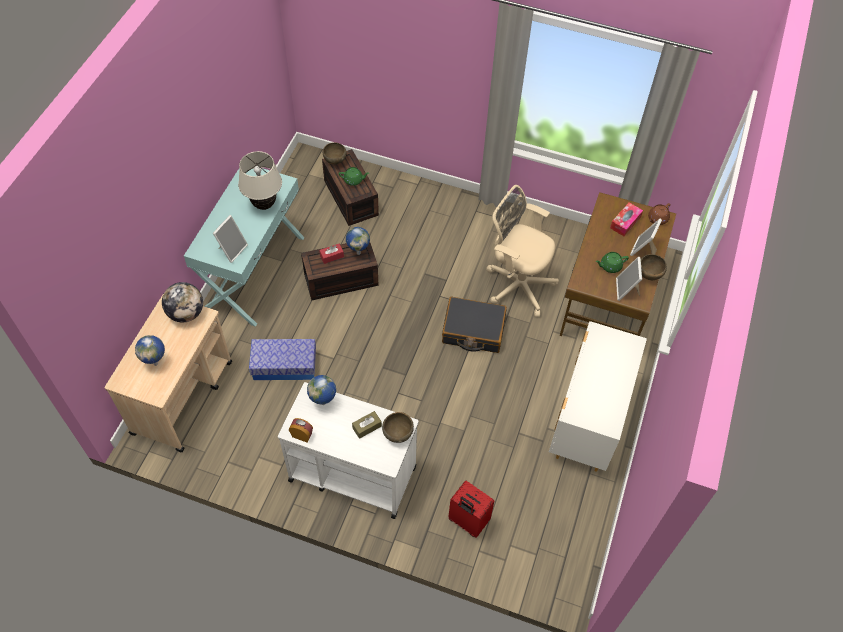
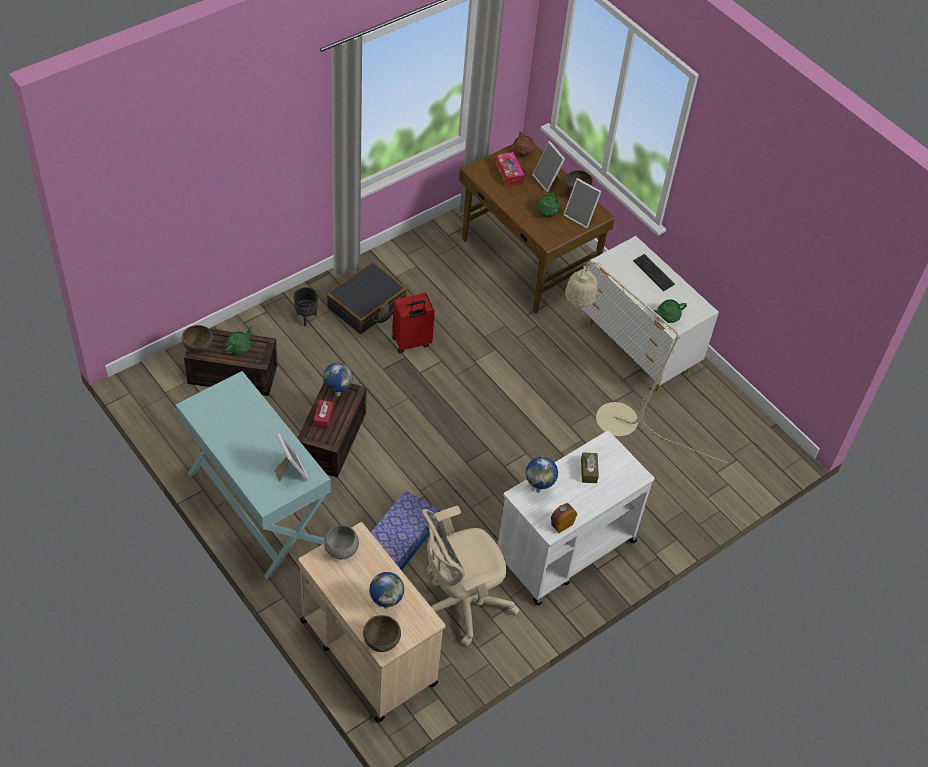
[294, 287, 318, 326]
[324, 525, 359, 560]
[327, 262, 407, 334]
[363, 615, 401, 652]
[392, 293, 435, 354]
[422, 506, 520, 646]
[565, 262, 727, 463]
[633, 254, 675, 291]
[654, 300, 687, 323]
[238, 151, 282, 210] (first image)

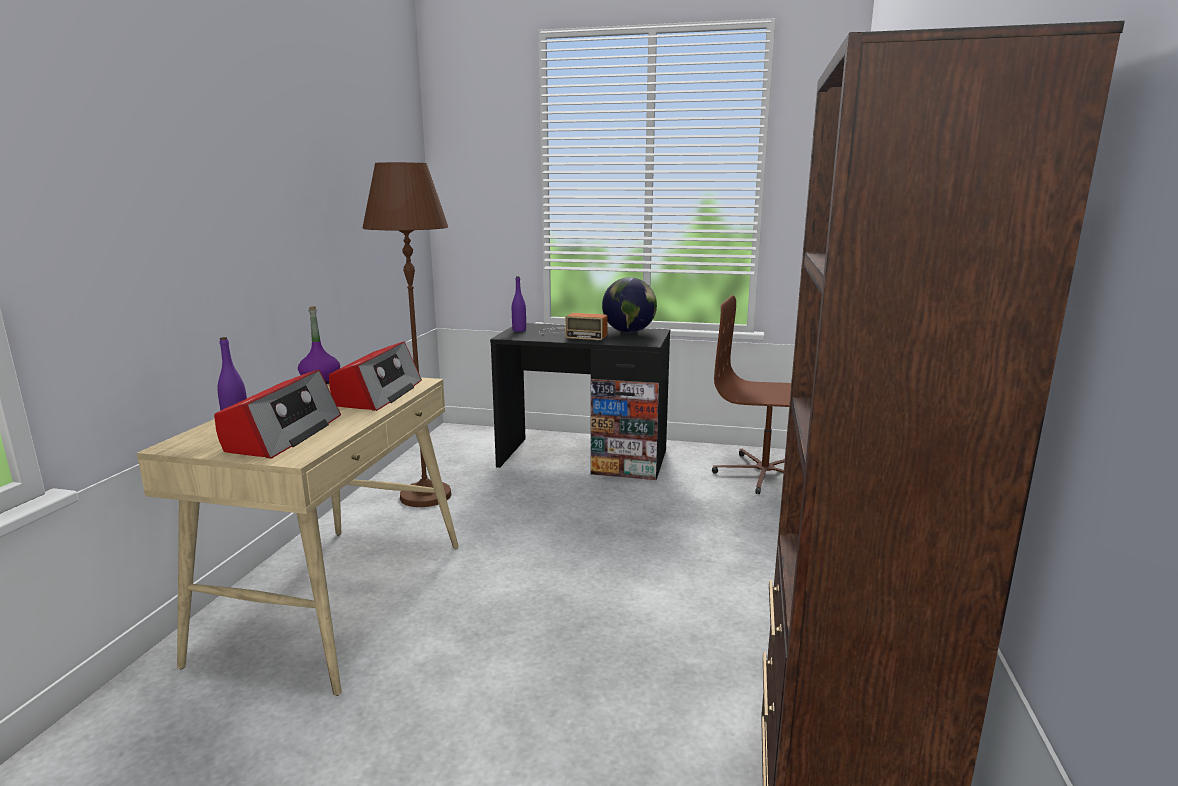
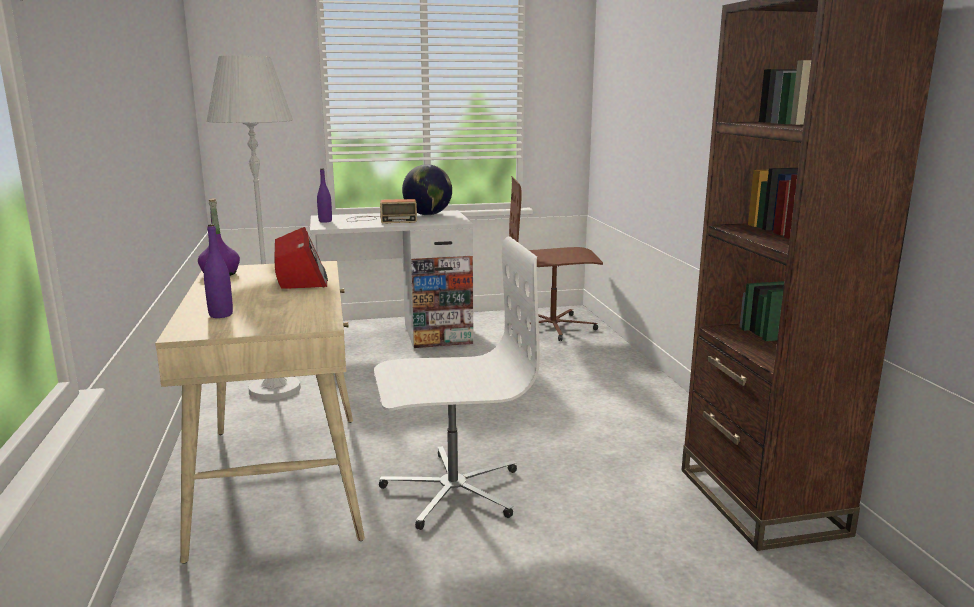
[207, 56, 301, 400]
[310, 210, 473, 348]
[374, 236, 540, 530]
[214, 370, 341, 459] (first image)

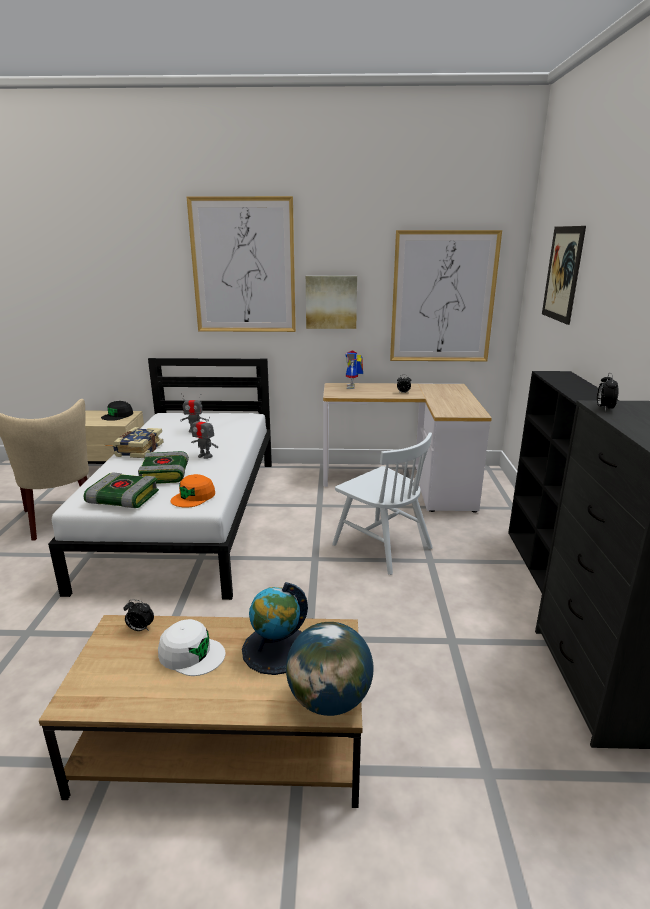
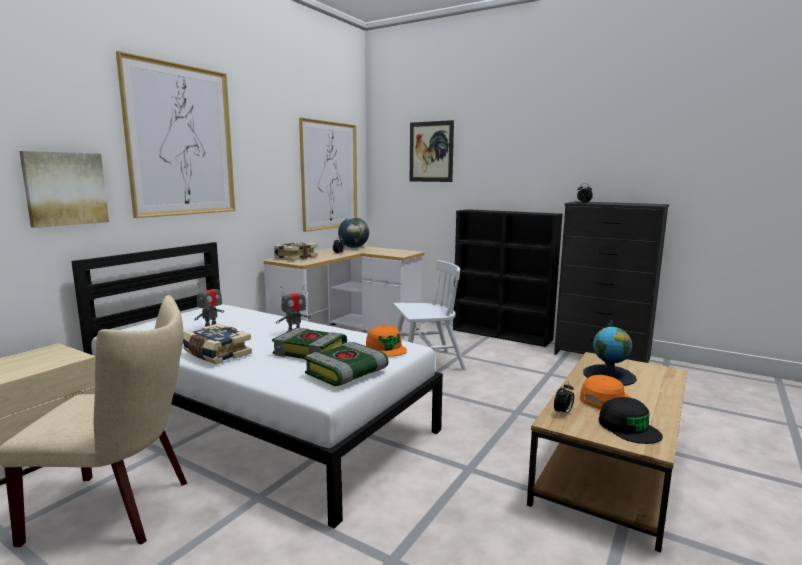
[19, 151, 109, 228]
[274, 242, 318, 261]
[338, 217, 369, 248]
[580, 375, 631, 409]
[599, 397, 663, 444]

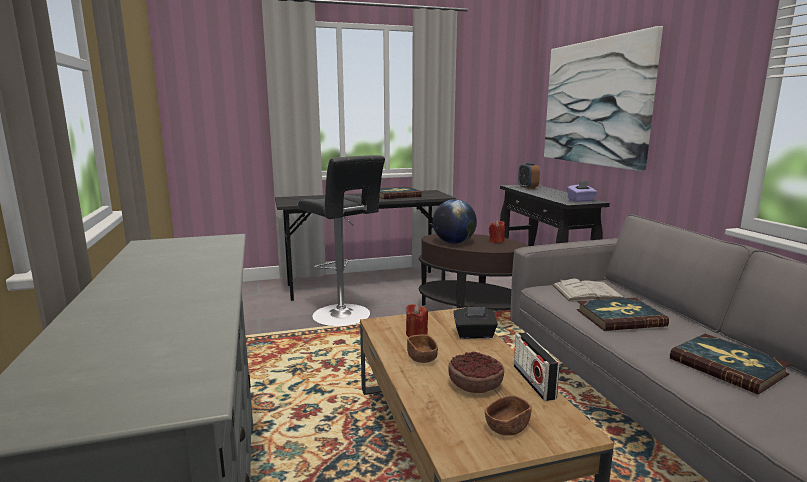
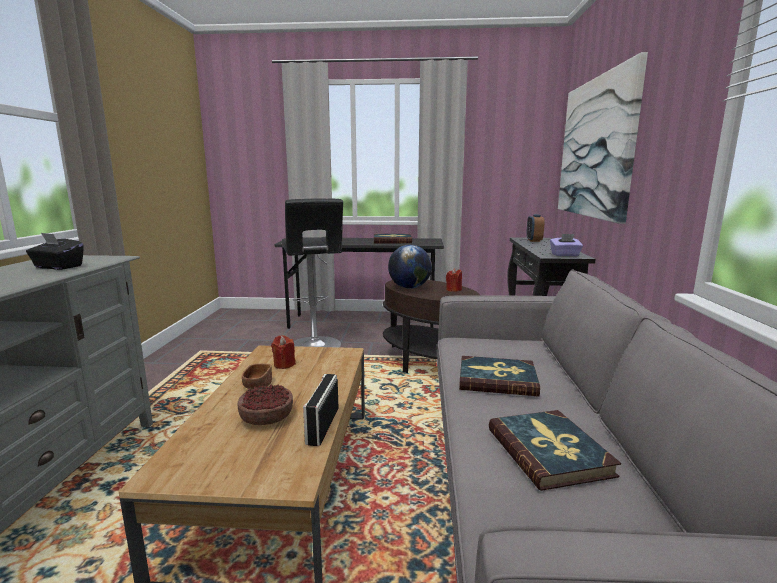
[26, 233, 84, 270]
[485, 395, 532, 436] (first image)
[553, 279, 625, 300] (first image)

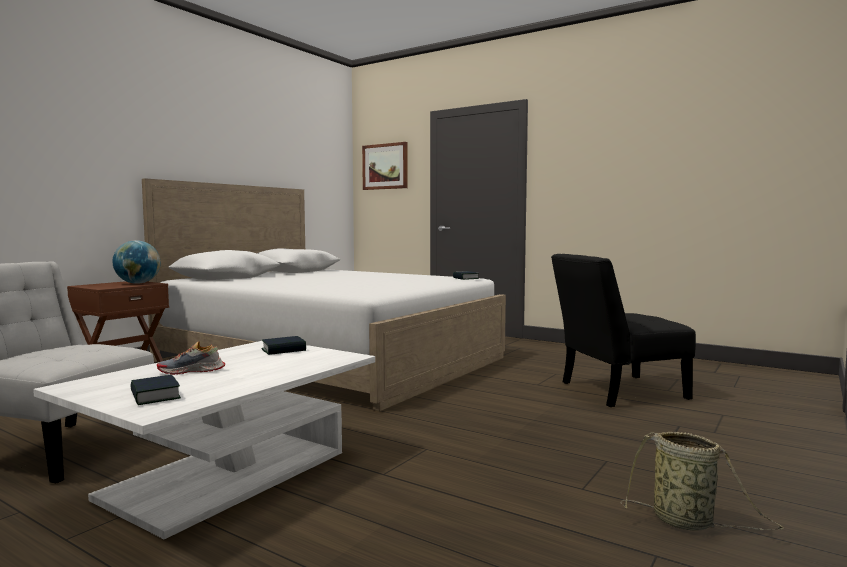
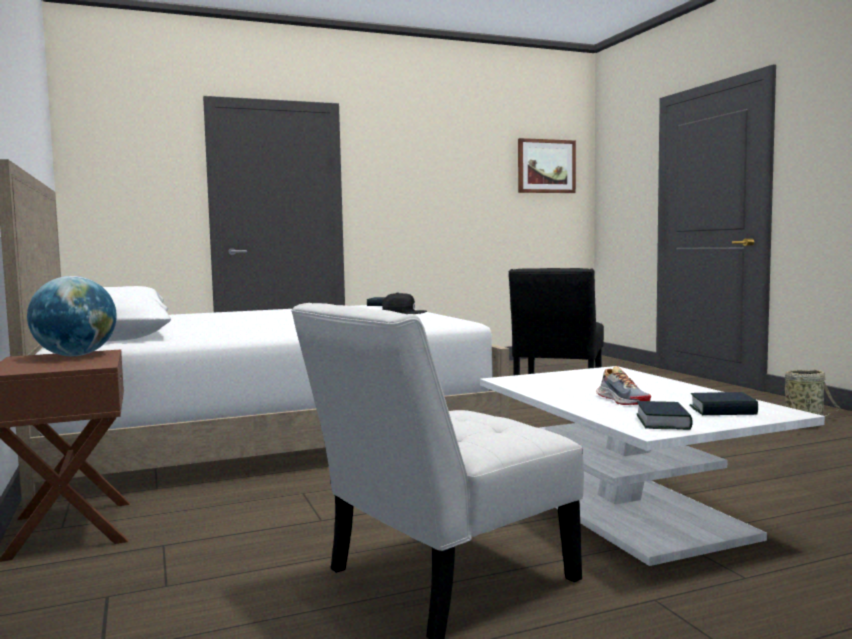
[382, 293, 427, 314]
[518, 138, 576, 193]
[596, 366, 651, 405]
[636, 401, 693, 430]

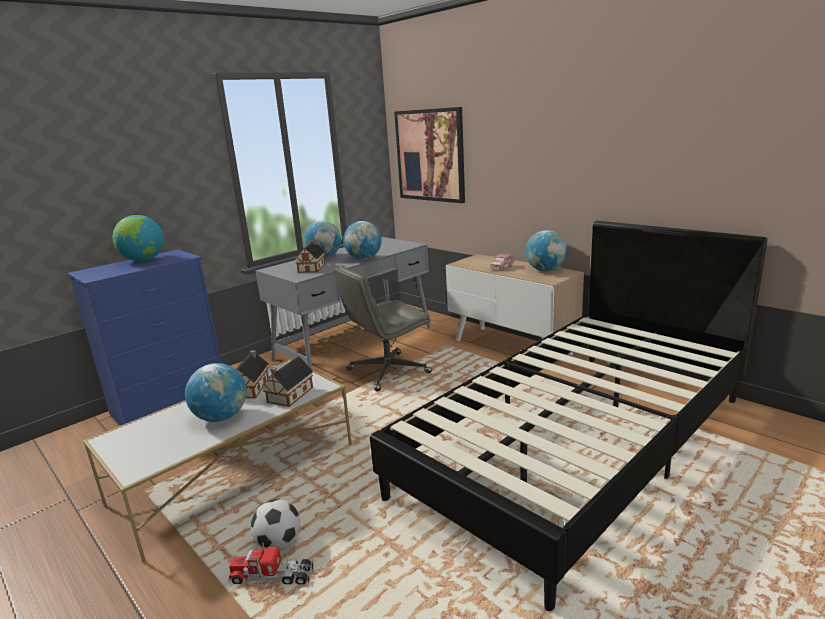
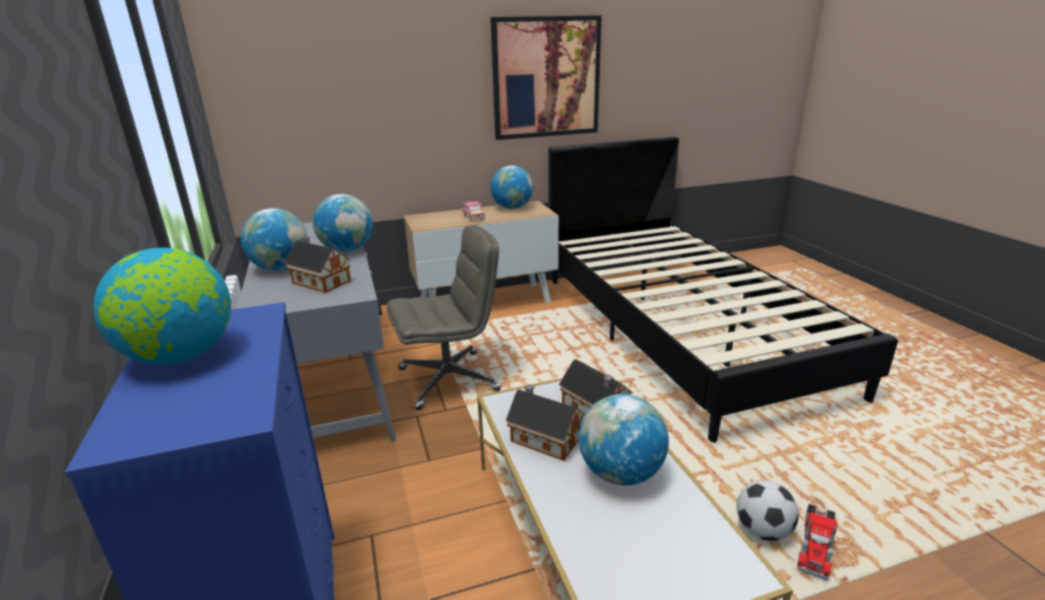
[387, 225, 501, 410]
[491, 15, 602, 140]

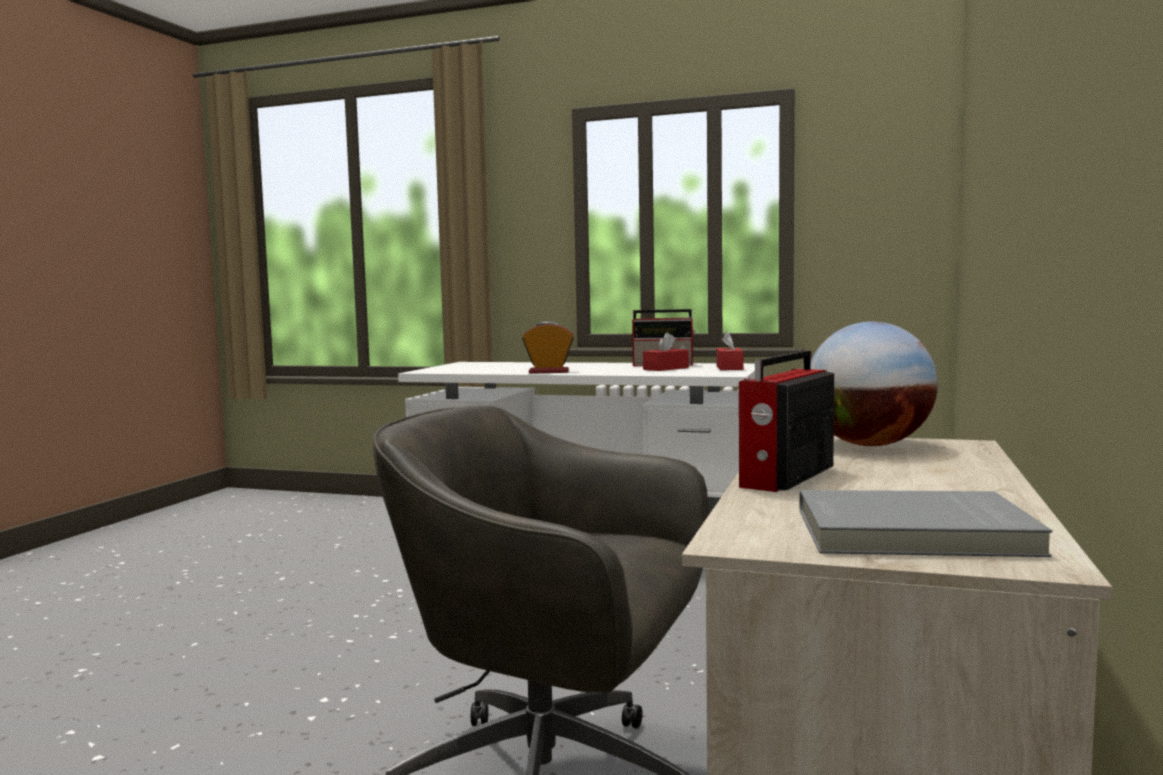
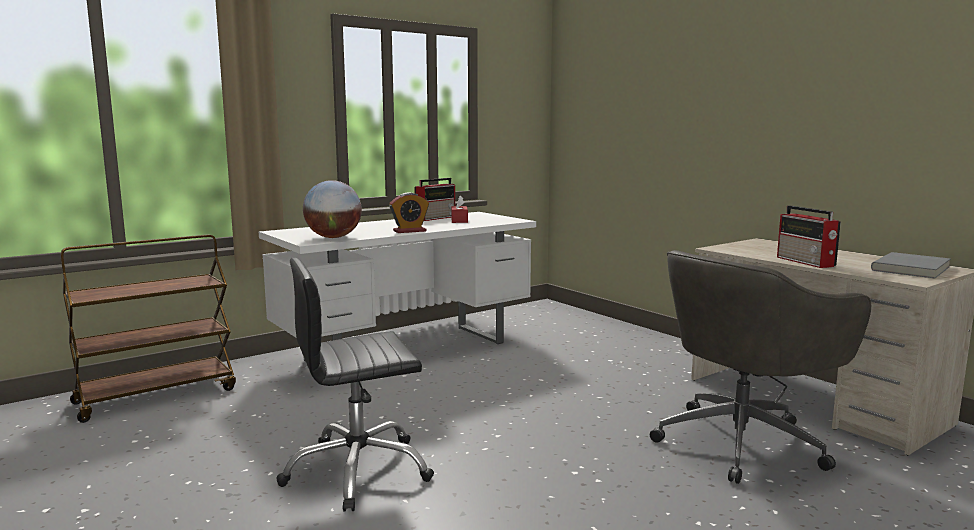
[61, 235, 236, 423]
[276, 258, 434, 512]
[303, 180, 362, 238]
[389, 192, 429, 233]
[716, 331, 743, 370] (first image)

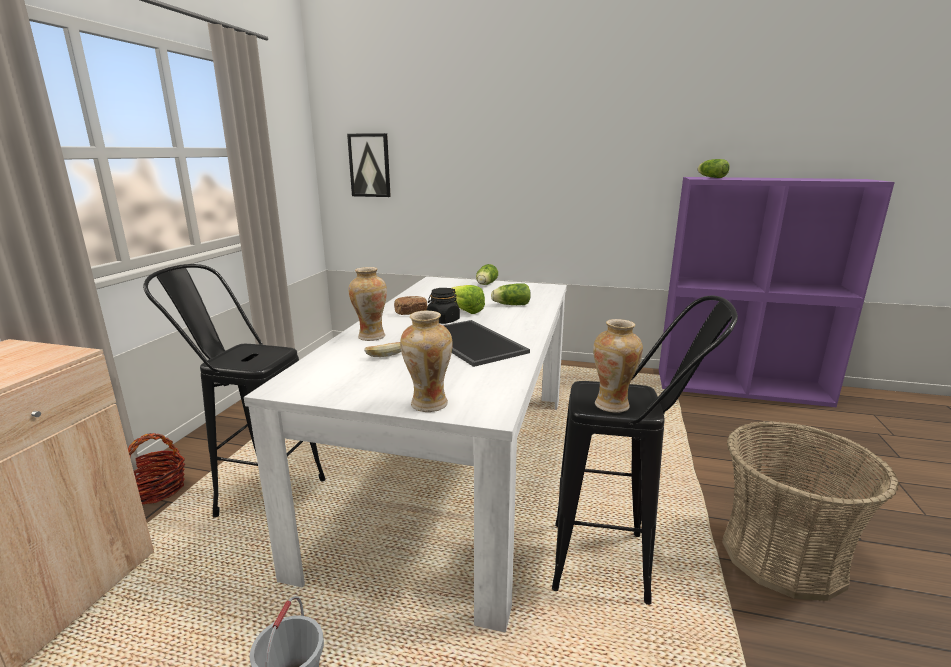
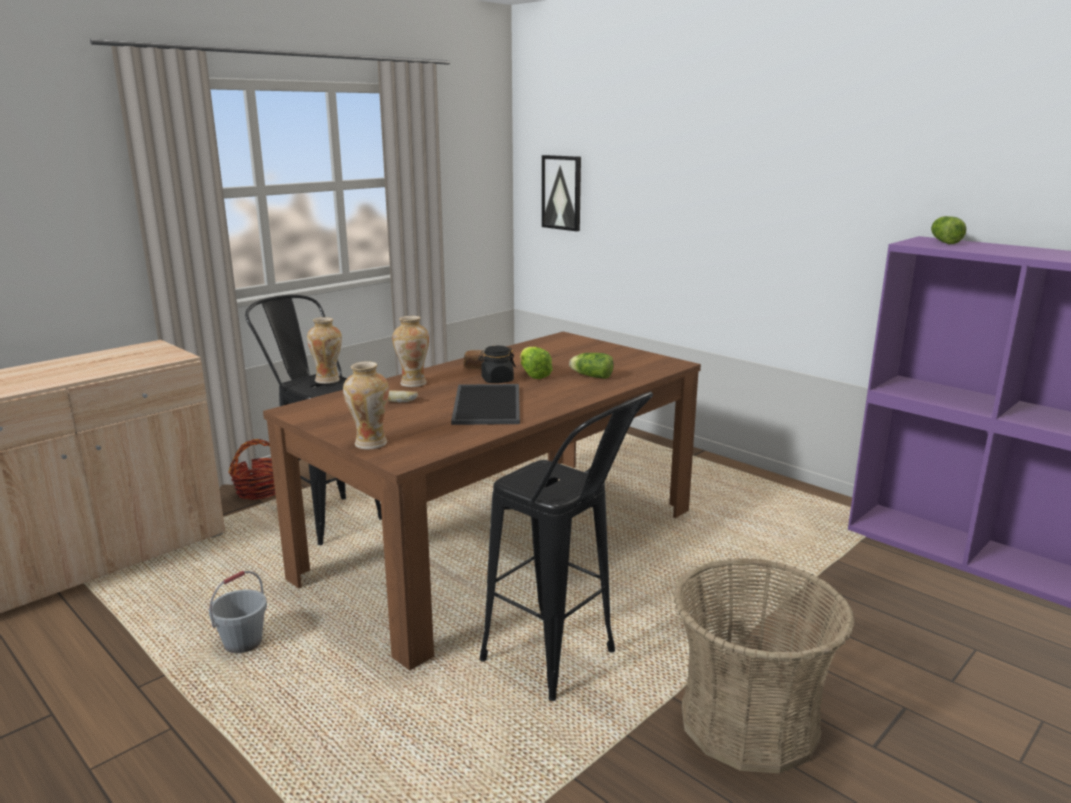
[263, 332, 701, 671]
[307, 317, 342, 384]
[476, 264, 498, 285] (first image)

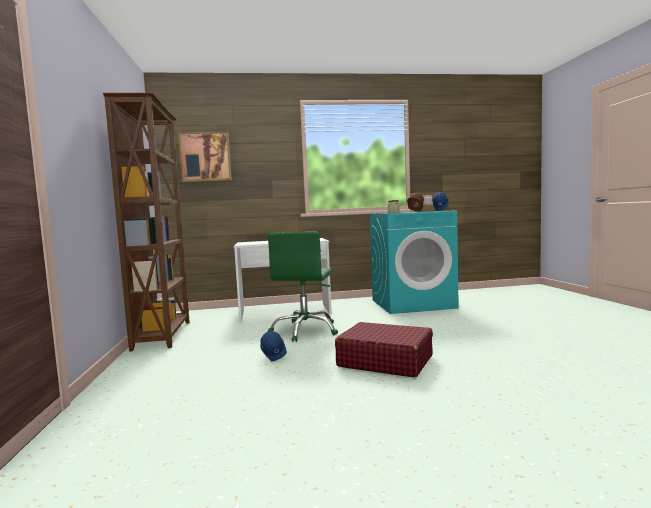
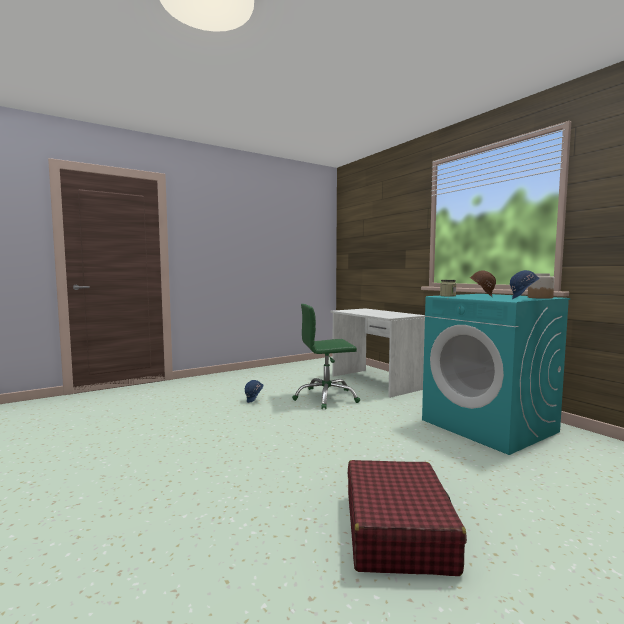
[348, 460, 467, 576]
[103, 93, 190, 352] (first image)
[178, 131, 232, 182] (first image)

